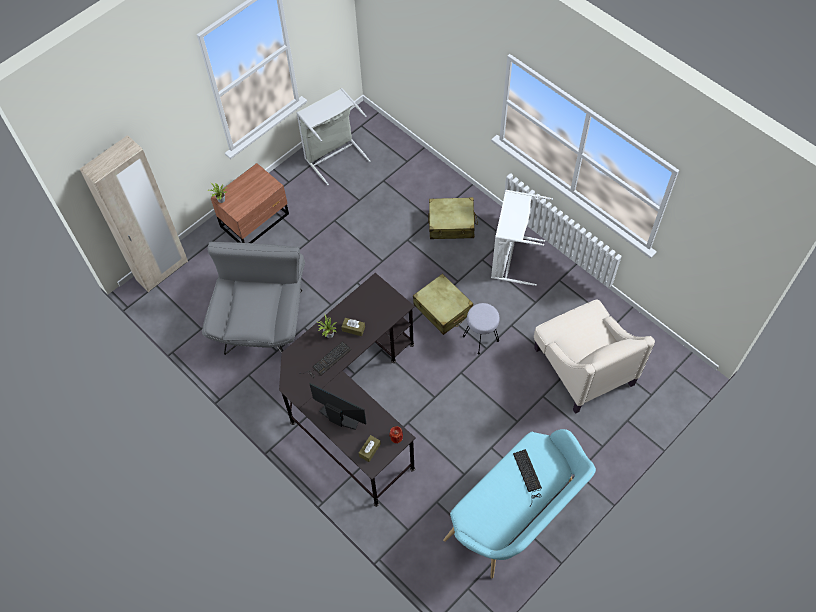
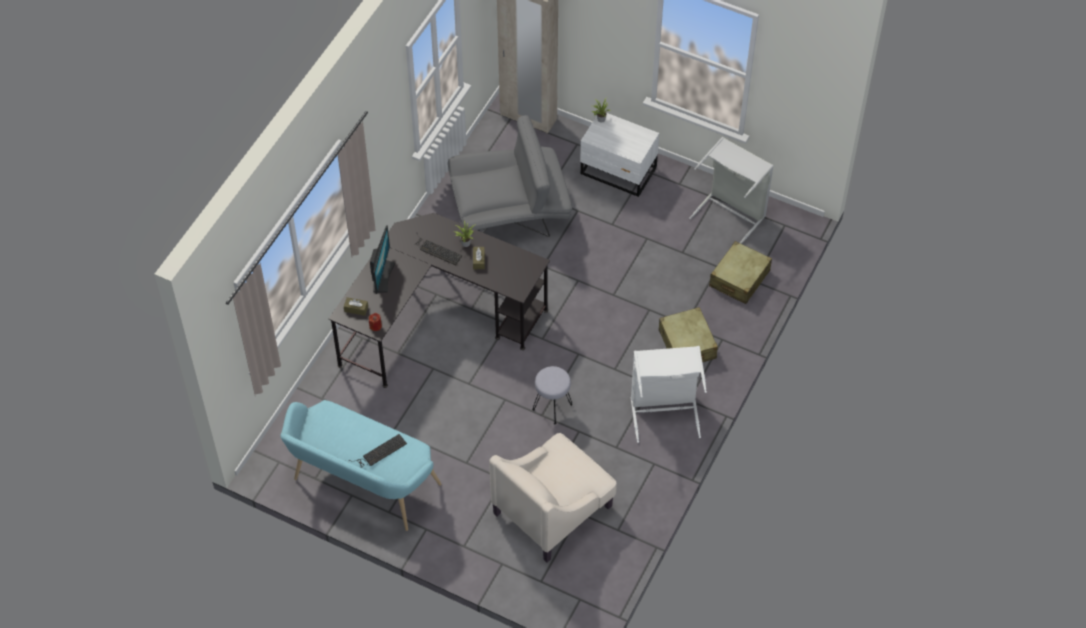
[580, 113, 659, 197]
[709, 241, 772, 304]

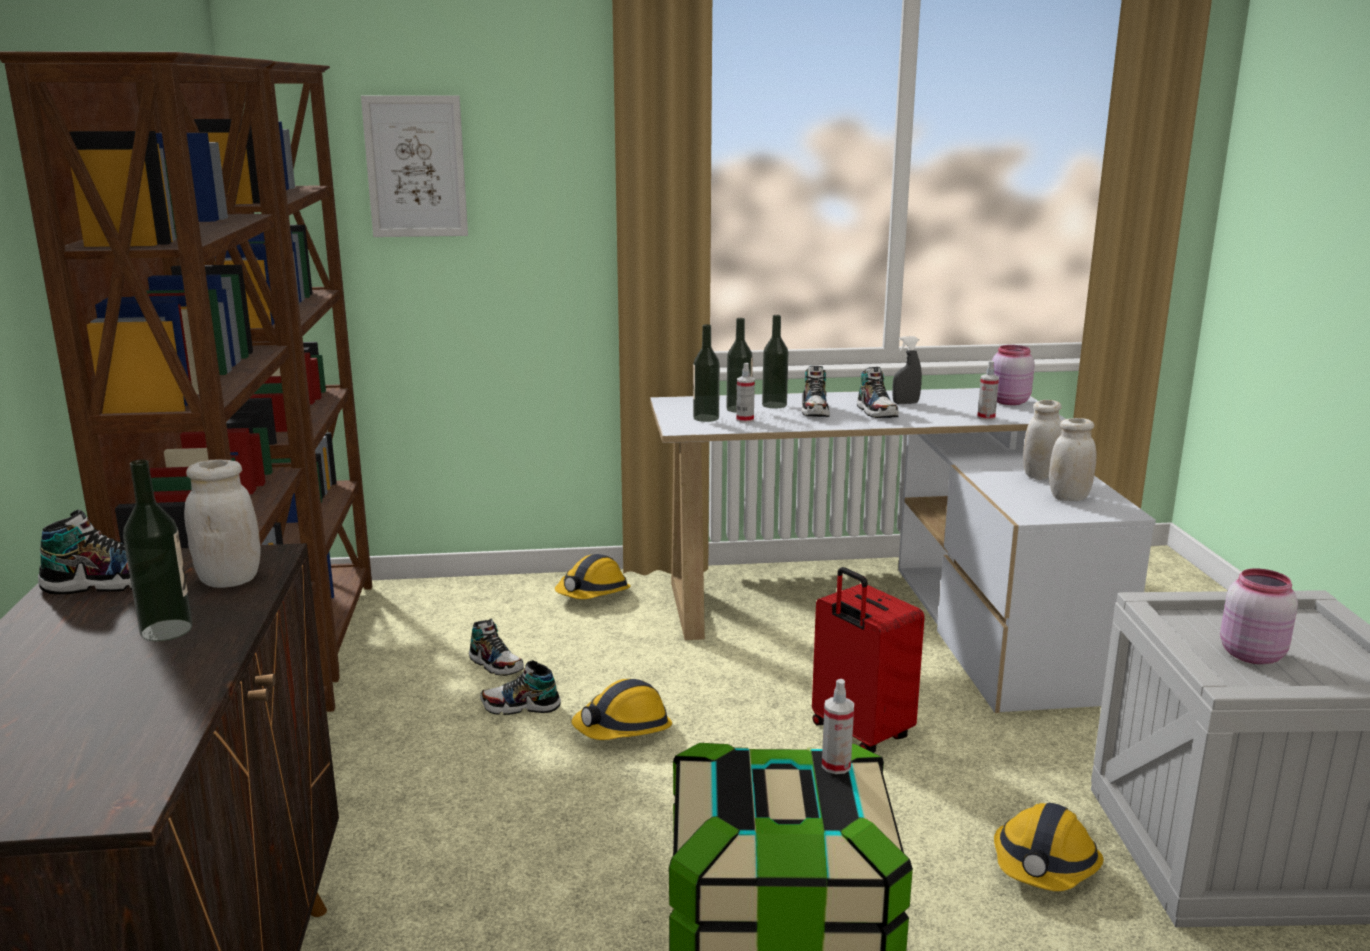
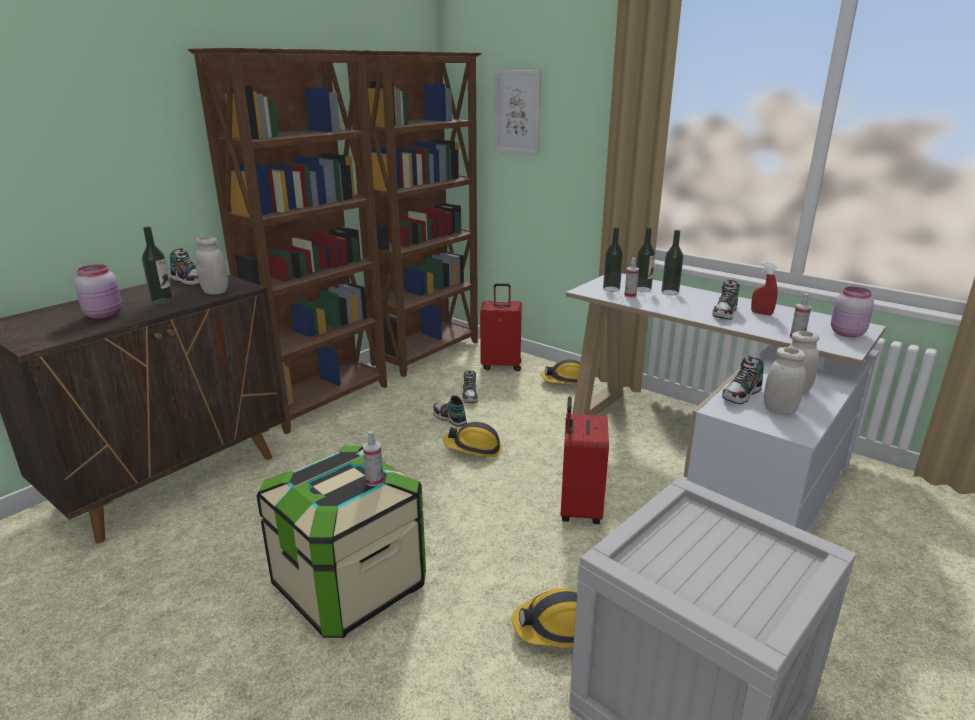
[74, 264, 122, 319]
[480, 283, 522, 371]
[722, 355, 764, 404]
[751, 263, 778, 315]

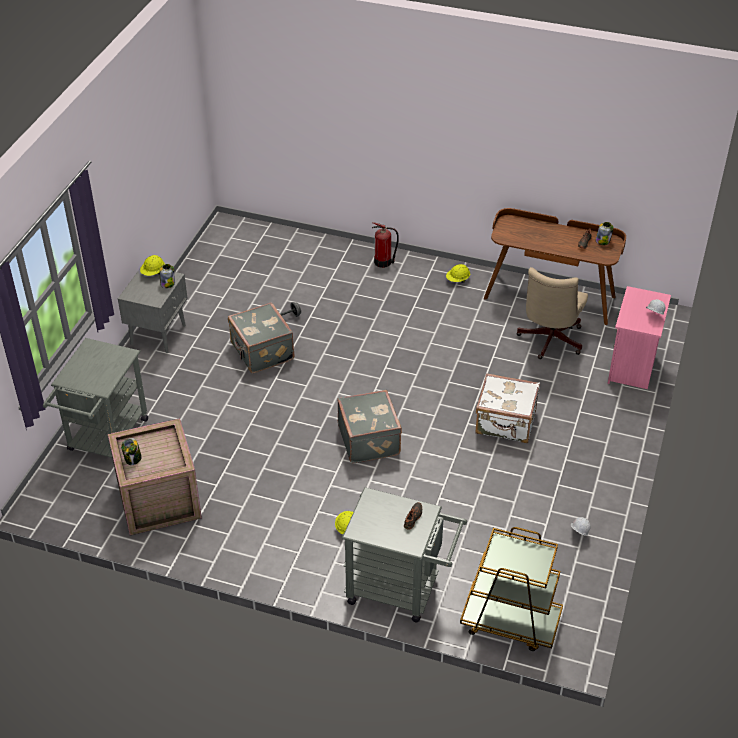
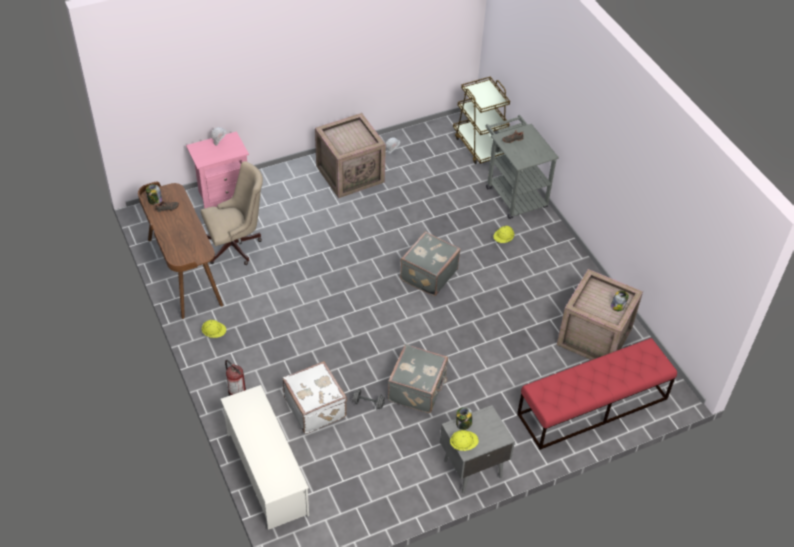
[220, 385, 309, 530]
[283, 361, 347, 434]
[315, 113, 386, 198]
[517, 338, 677, 450]

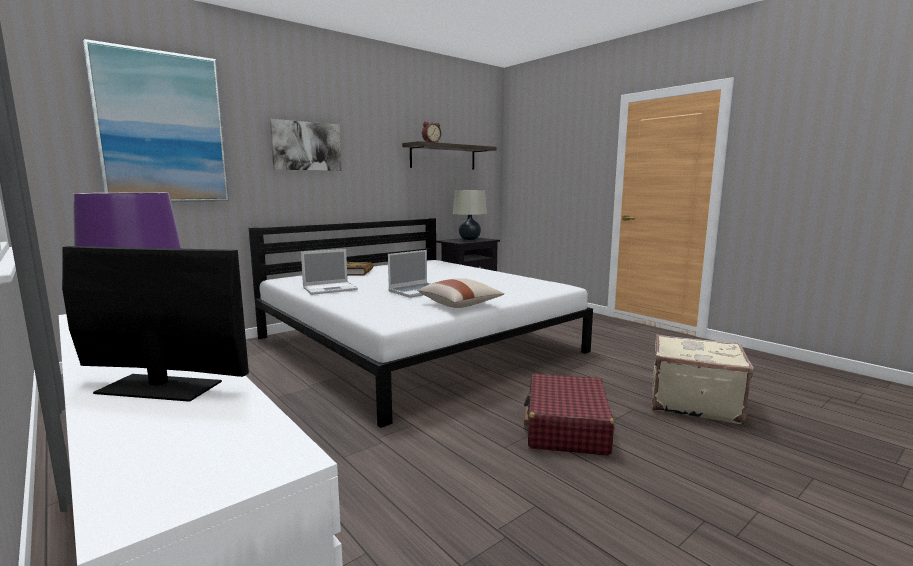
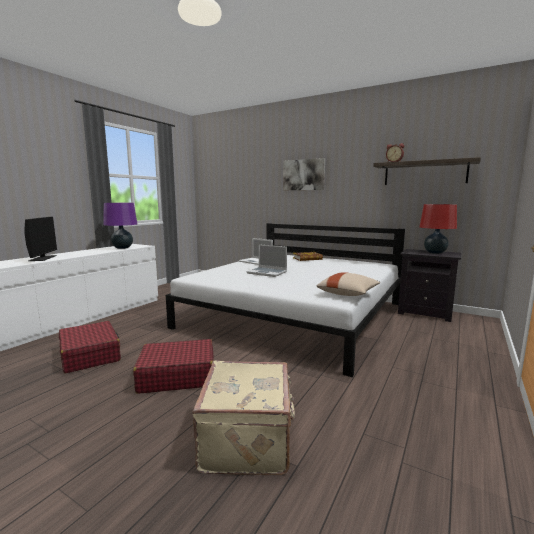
[59, 321, 121, 373]
[316, 272, 380, 296]
[419, 204, 457, 254]
[83, 39, 229, 202] (first image)

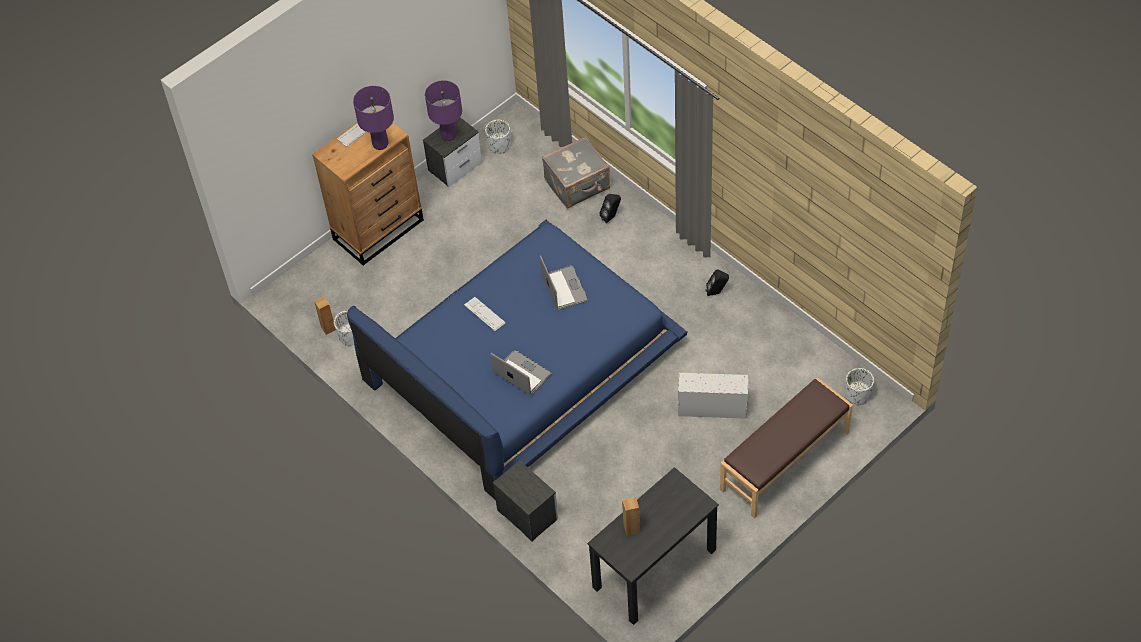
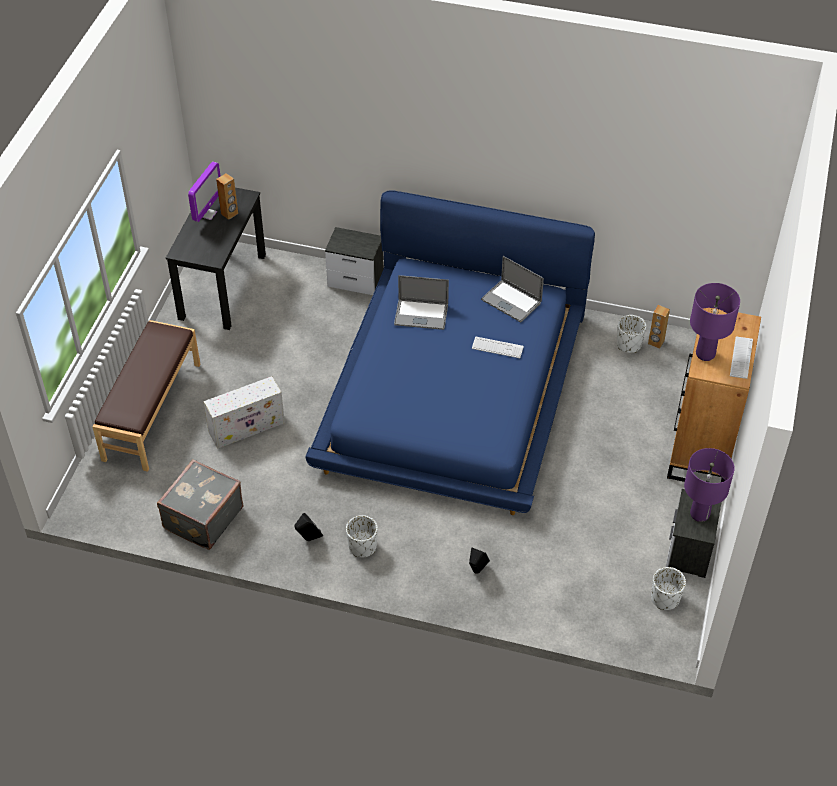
[157, 459, 243, 550]
[188, 162, 220, 222]
[346, 515, 378, 558]
[481, 256, 544, 322]

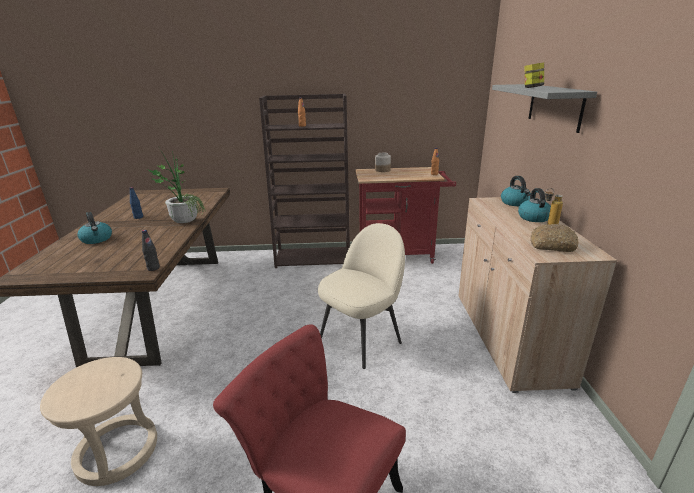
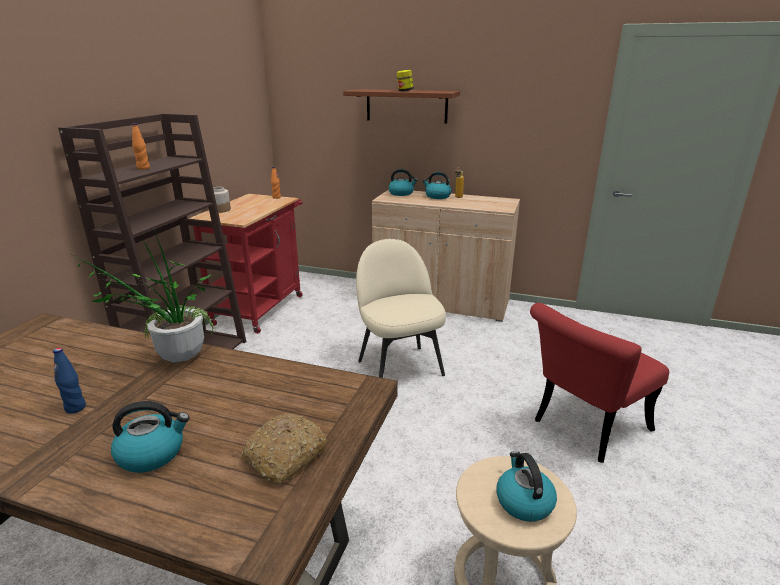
[242, 413, 327, 484]
[343, 89, 460, 124]
[497, 451, 557, 522]
[142, 230, 160, 271] (first image)

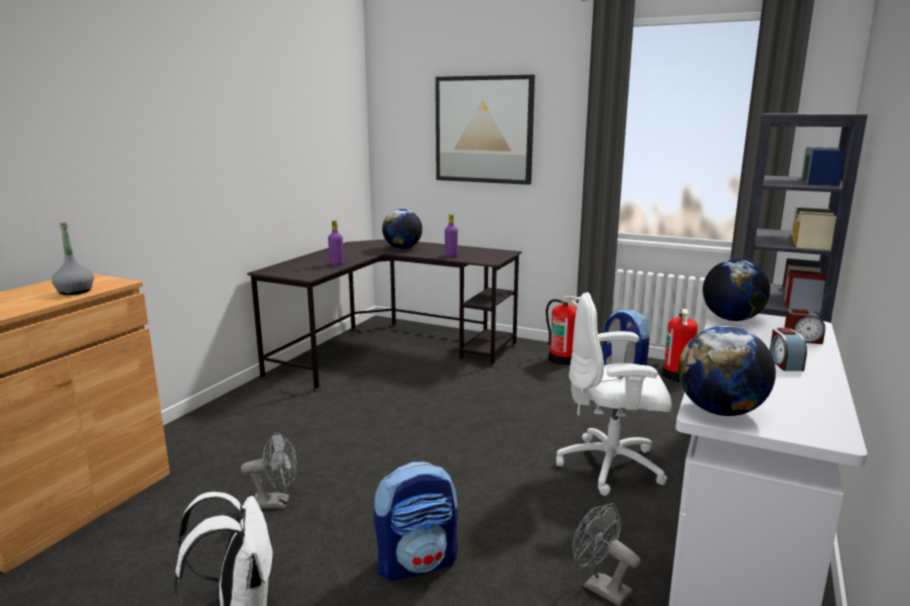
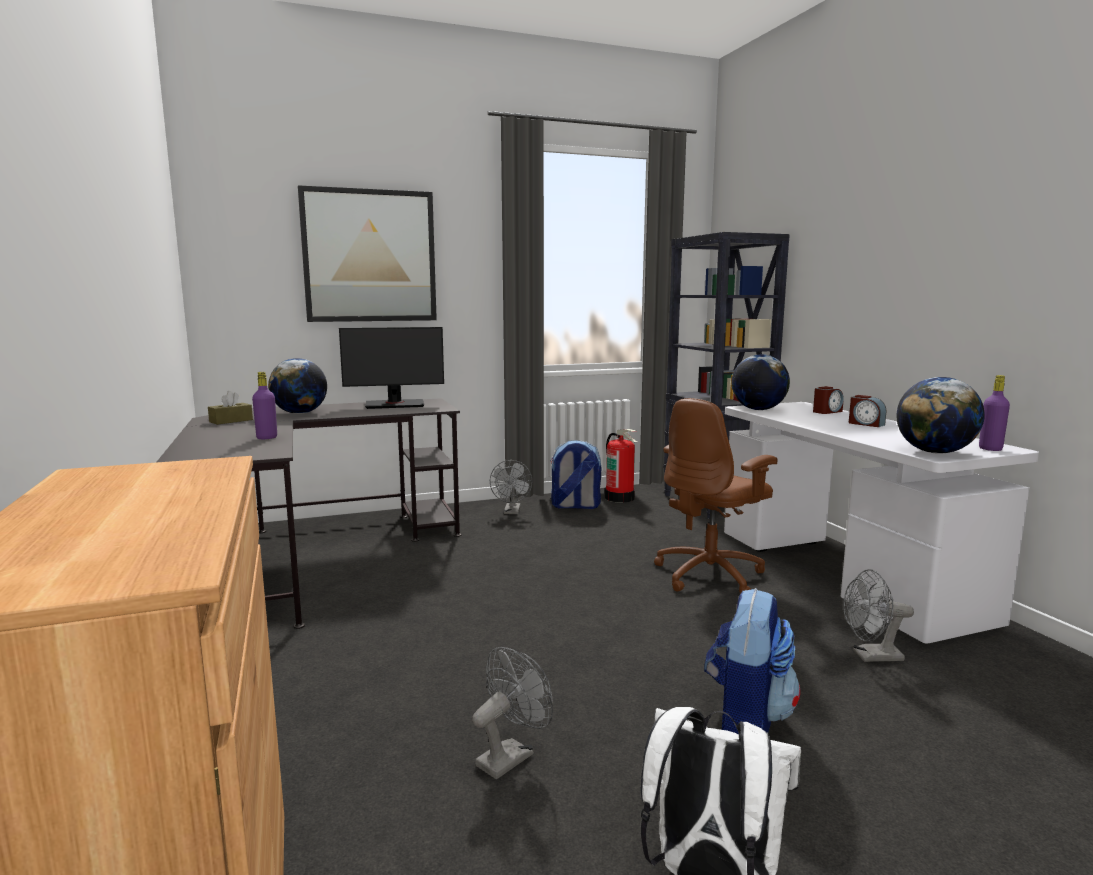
[208, 391, 253, 425]
[339, 327, 444, 409]
[490, 460, 533, 514]
[654, 398, 778, 594]
[979, 375, 1010, 451]
[52, 222, 94, 295] (first image)

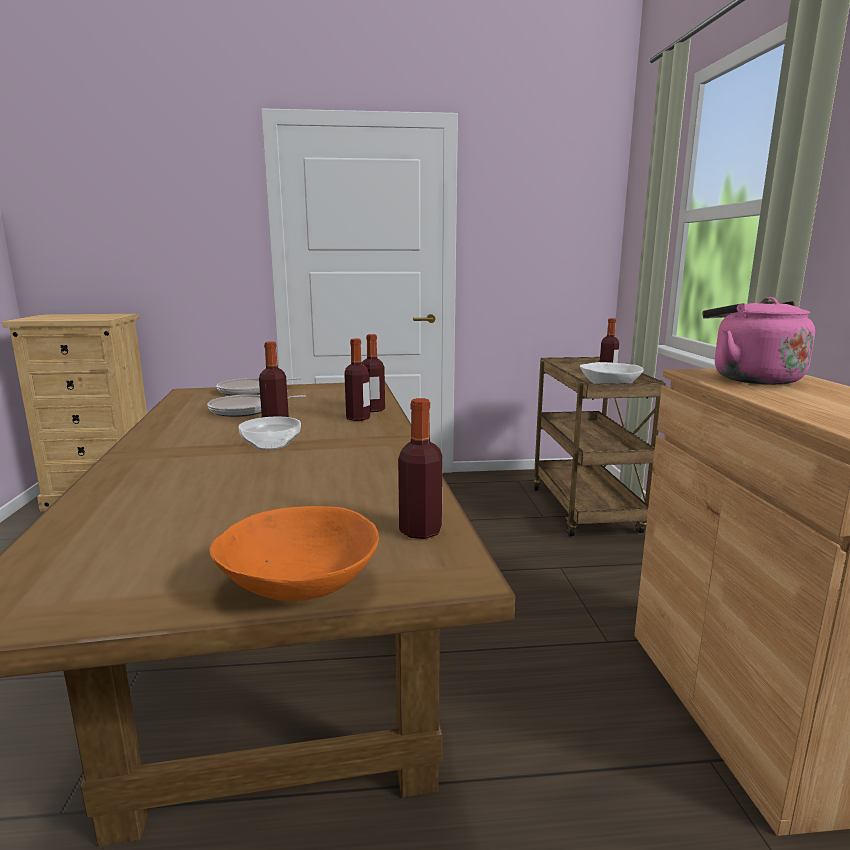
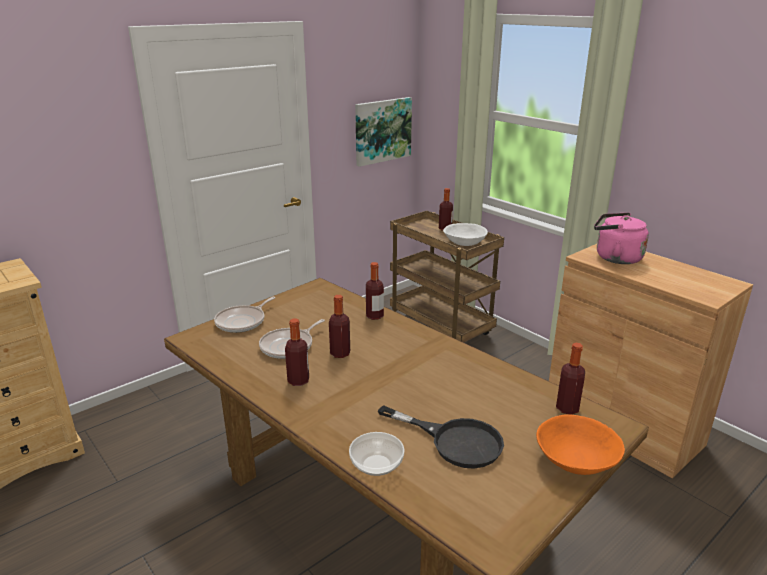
[285, 319, 309, 386]
[349, 432, 404, 476]
[355, 97, 412, 167]
[378, 405, 504, 469]

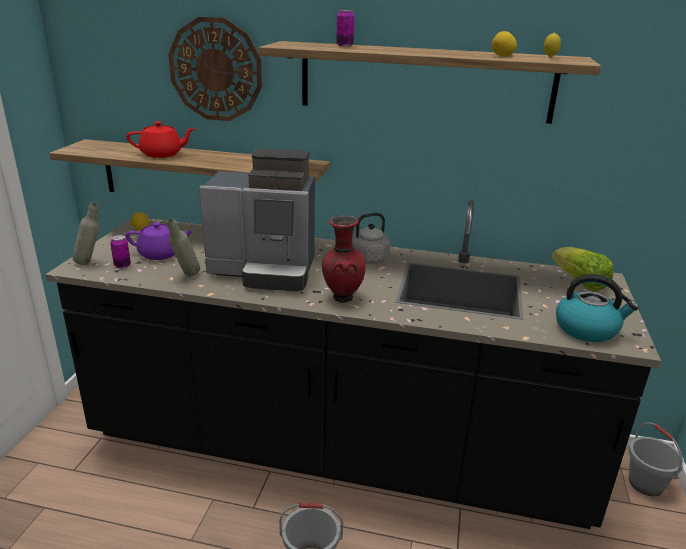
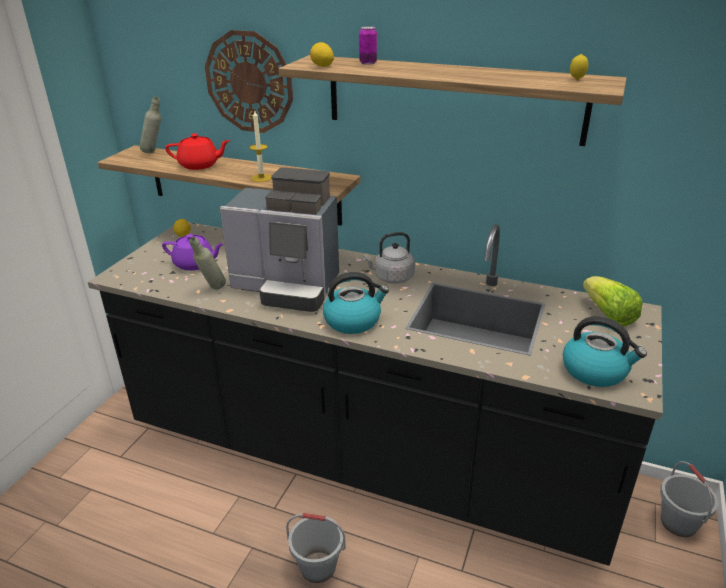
[140, 97, 161, 154]
[249, 111, 272, 182]
[310, 42, 334, 67]
[323, 272, 389, 334]
[110, 235, 131, 268] (first image)

